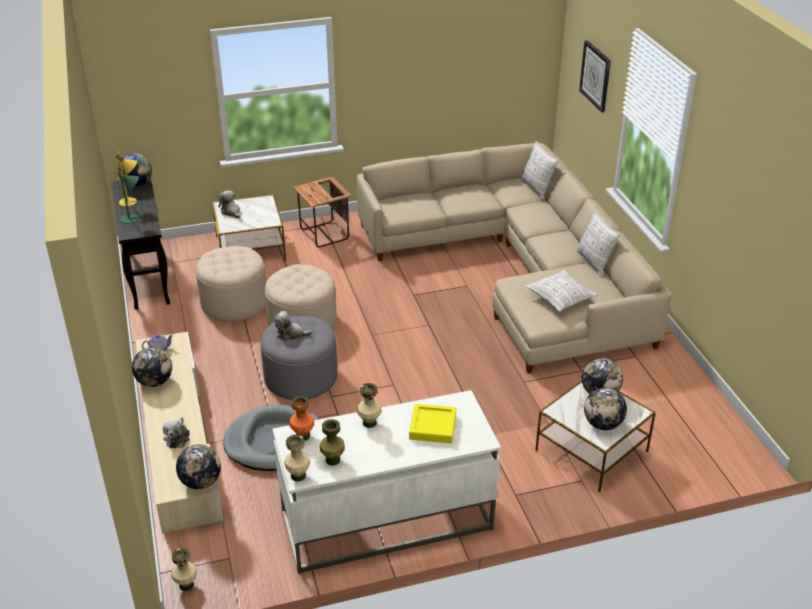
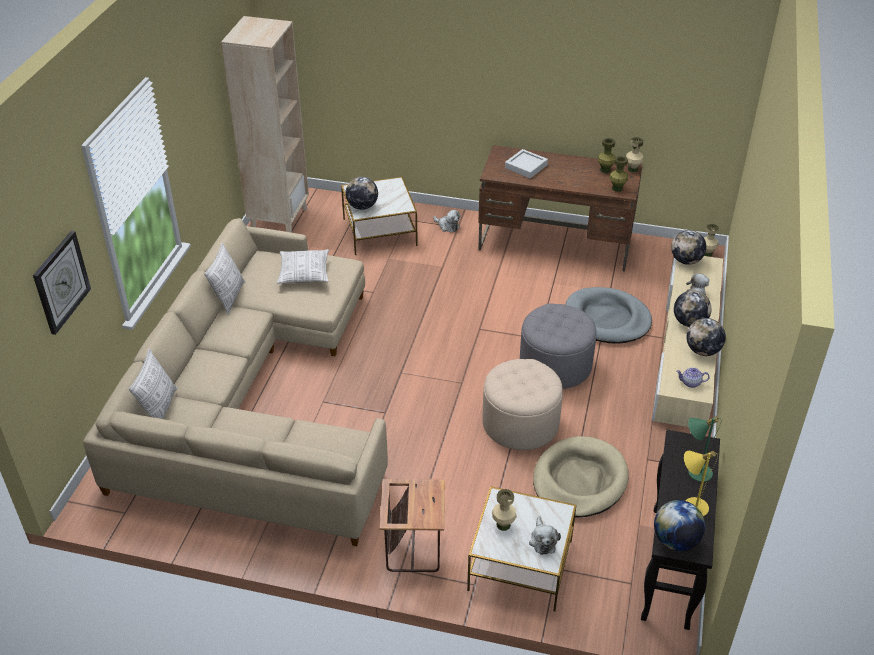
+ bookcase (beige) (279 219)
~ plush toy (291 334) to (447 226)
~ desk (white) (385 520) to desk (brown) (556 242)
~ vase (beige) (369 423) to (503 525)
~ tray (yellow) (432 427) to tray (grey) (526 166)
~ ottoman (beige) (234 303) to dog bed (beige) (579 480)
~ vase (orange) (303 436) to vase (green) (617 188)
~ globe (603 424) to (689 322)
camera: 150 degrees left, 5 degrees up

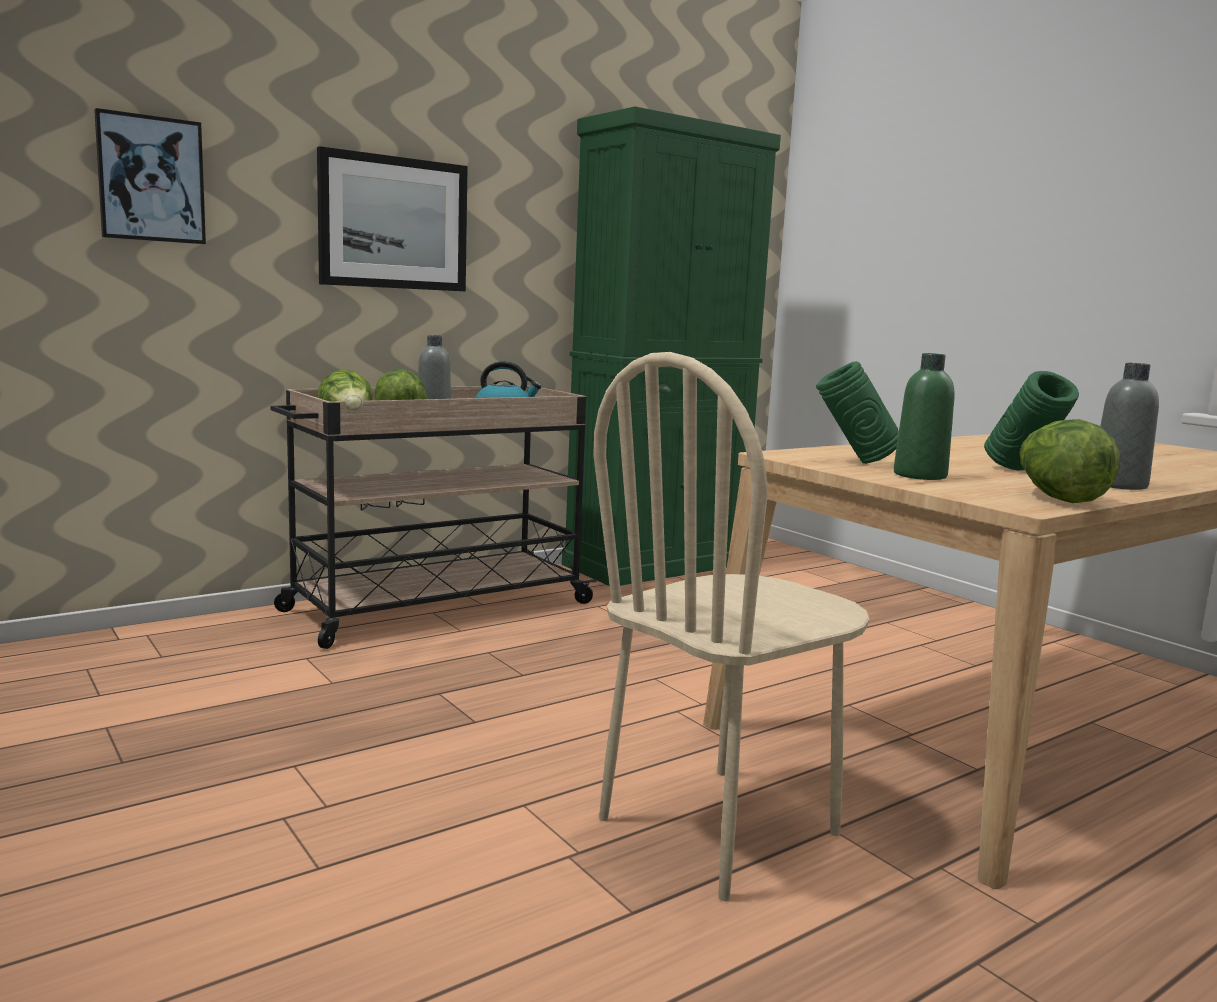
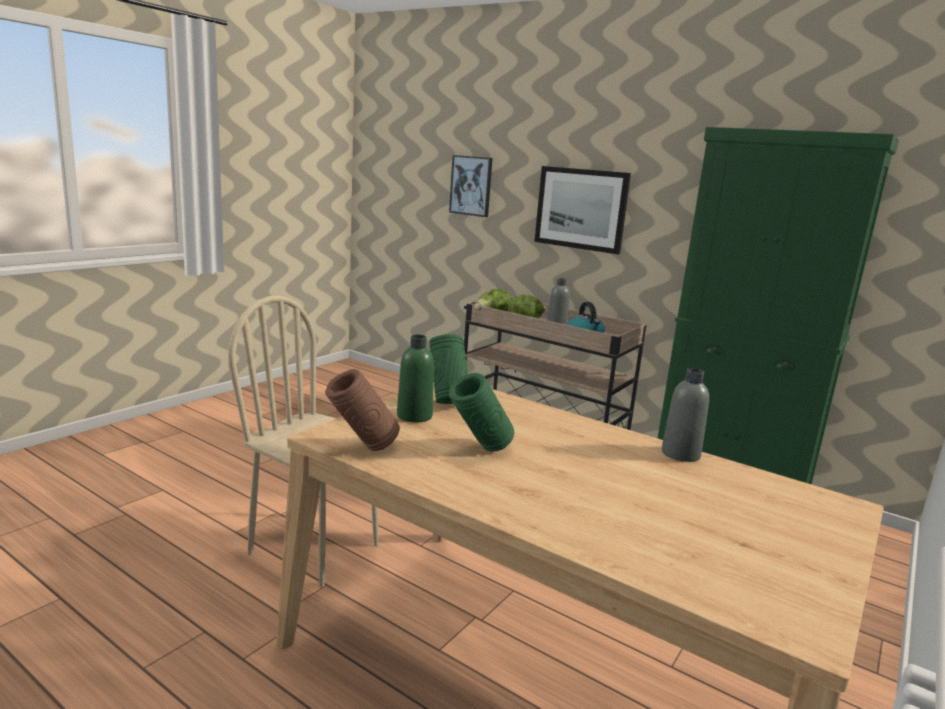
~ lettuce (1058 498) to vase (brown) (362 449)
~ bottle (grey) (1118 485) to (680 454)
camera: 70 degrees right, 5 degrees up

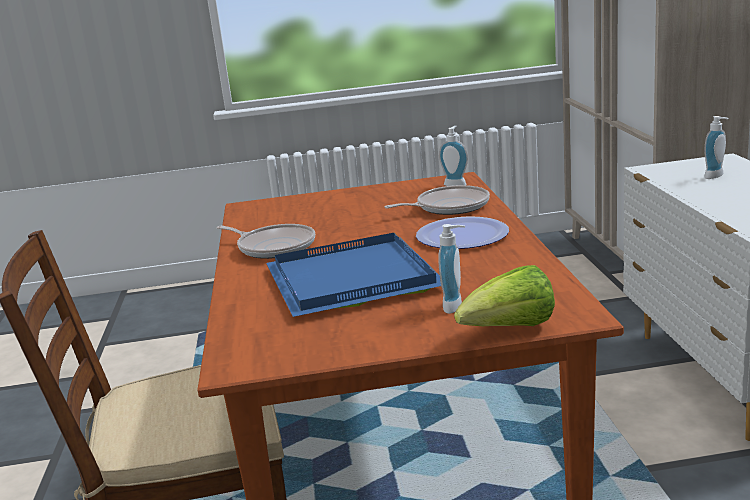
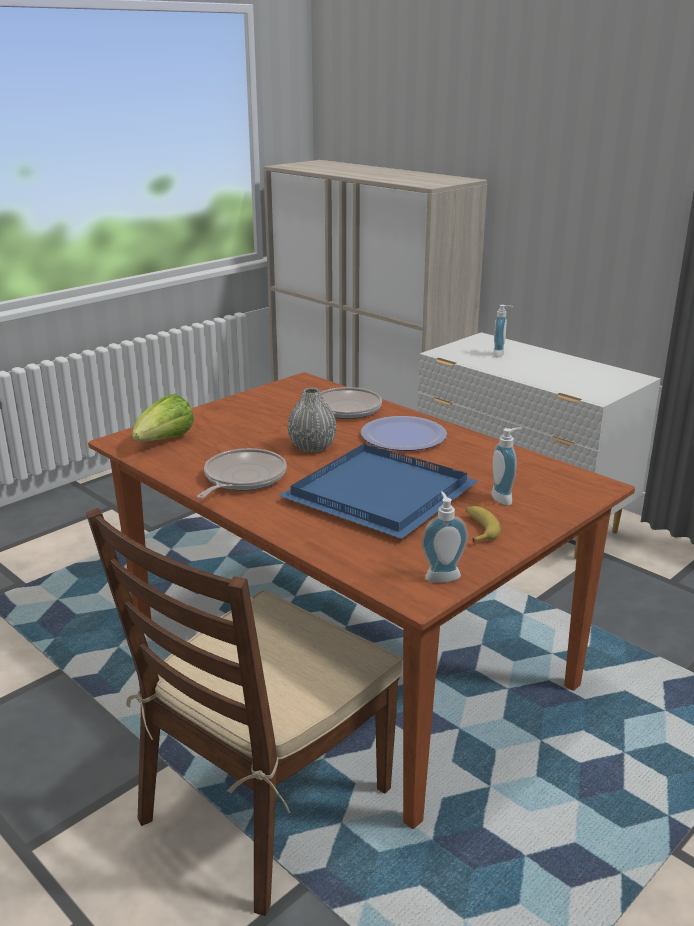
~ lettuce (510 329) to (164 441)
~ frying pan (274 247) = (242 478) 60 degrees counterclockwise
+ vase (grey) (312 447)
~ soap dispenser (456 184) to (441 575)
+ banana (478 529)
camera: 40 degrees left, 5 degrees up

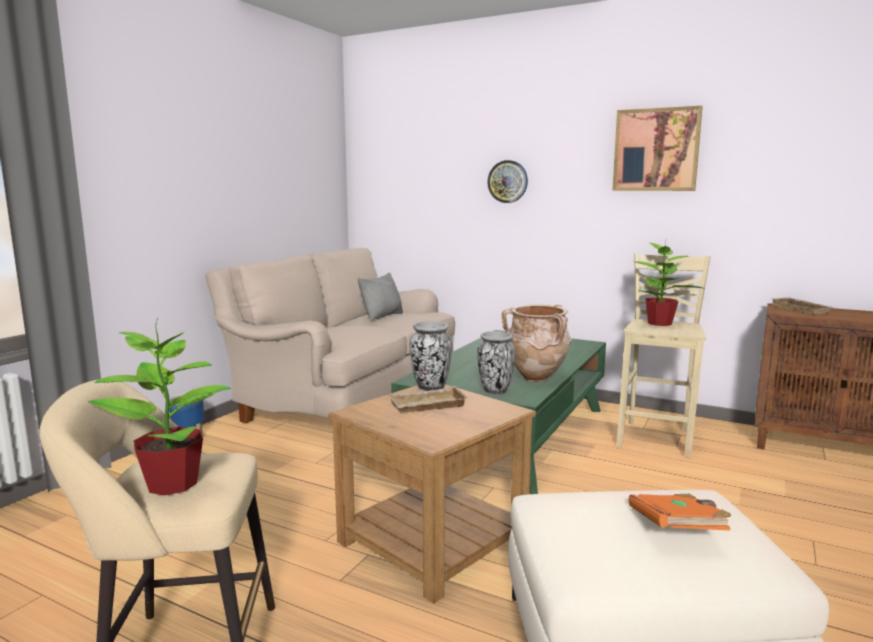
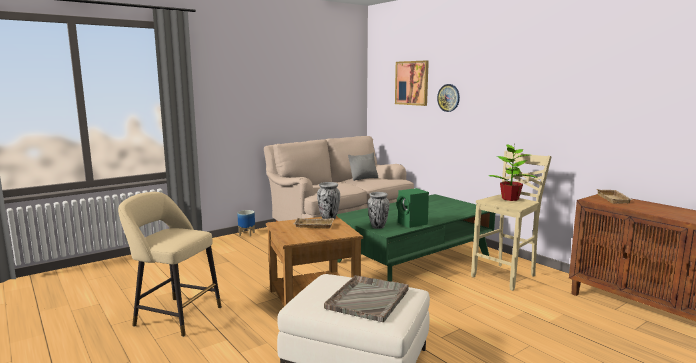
~ book (orange) (676 530) to tray (grey) (368 298)
~ picture (656 150) to (412 83)
~ vase (beige) (537 378) to speaker (green) (412 224)
- potted plant (174 484)
camera: 25 degrees right, 0 degrees up

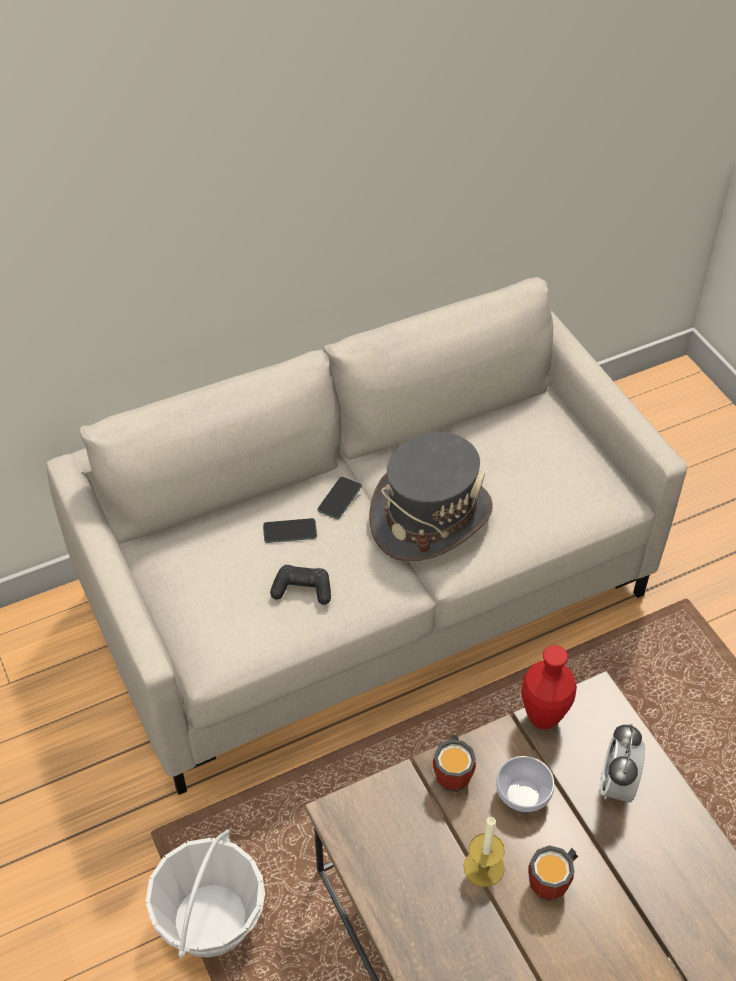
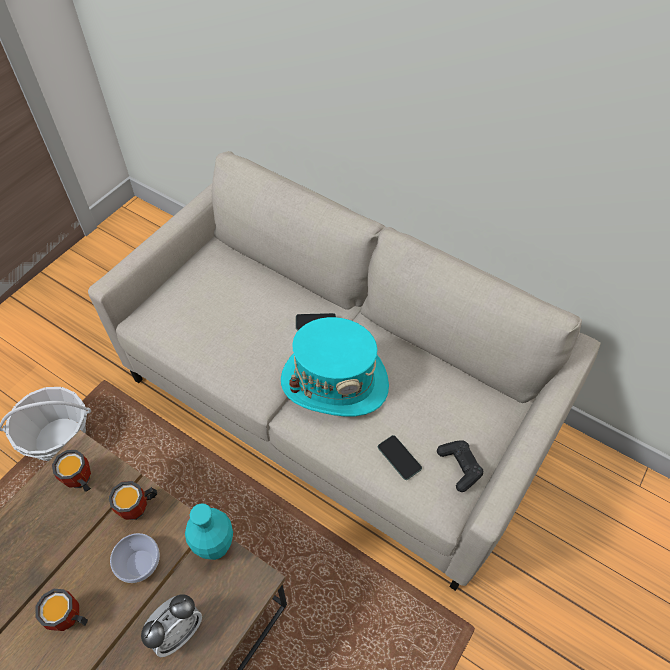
+ mug (80 482)
~ alarm clock (617 785) = (178 632) 150 degrees clockwise
~ vase (red) (543 718) to vase (turquoise) (216 548)
~ hat (grey) (430 516) to hat (turquoise) (334 382)
~ phone (290 531) to (399 457)
~ game controller (black) (302 590) to (459 467)
- candle (484 867)
camera: 60 degrees right, 5 degrees up

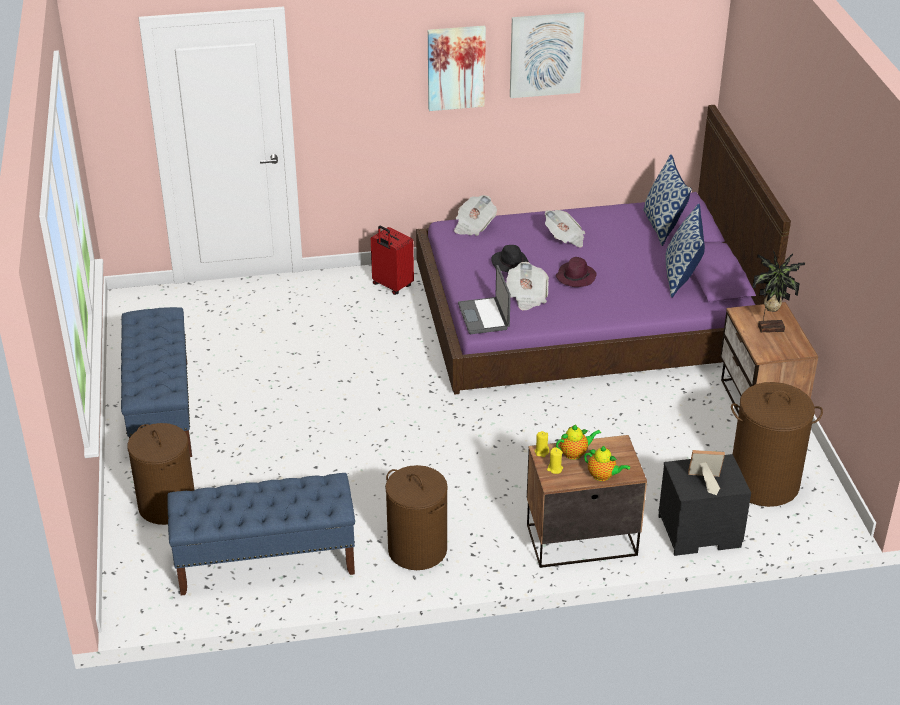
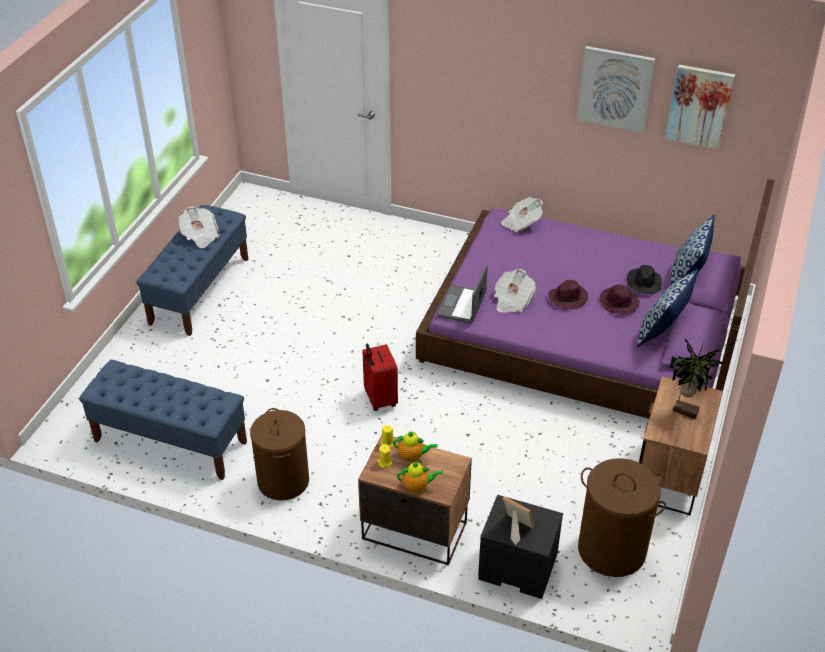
~ newspaper (565 238) to (200 236)
~ suitcase (red) (391 286) to (379 399)
~ teapot (603 476) = (417 486) 60 degrees counterclockwise
+ hat (purple) (619 303)
~ hat (black) (510 264) to (643 283)
~ picture (456 67) to (699 106)
- laundry basket (brown) (167 505)
camera: 30 degrees right, 5 degrees up

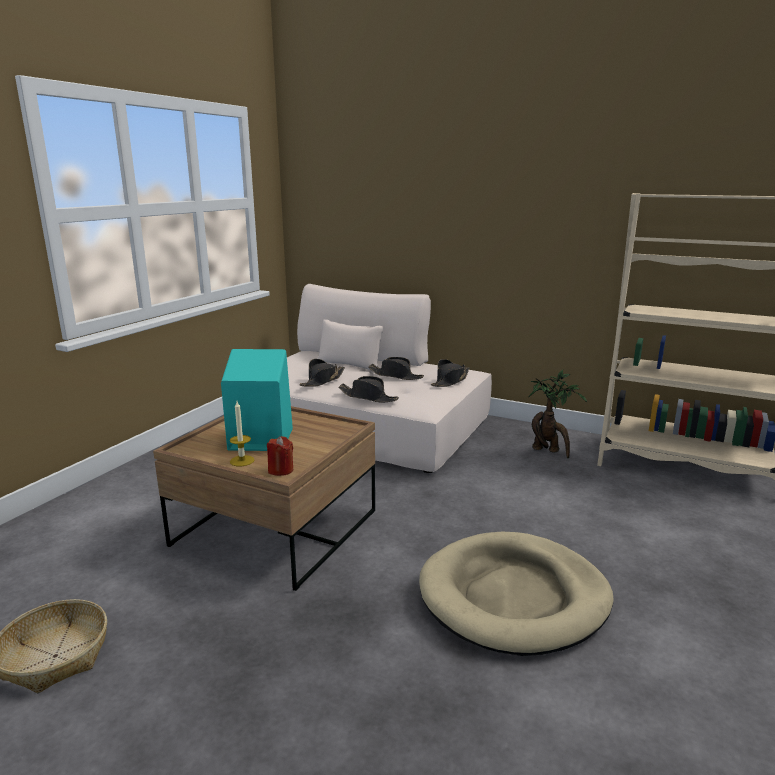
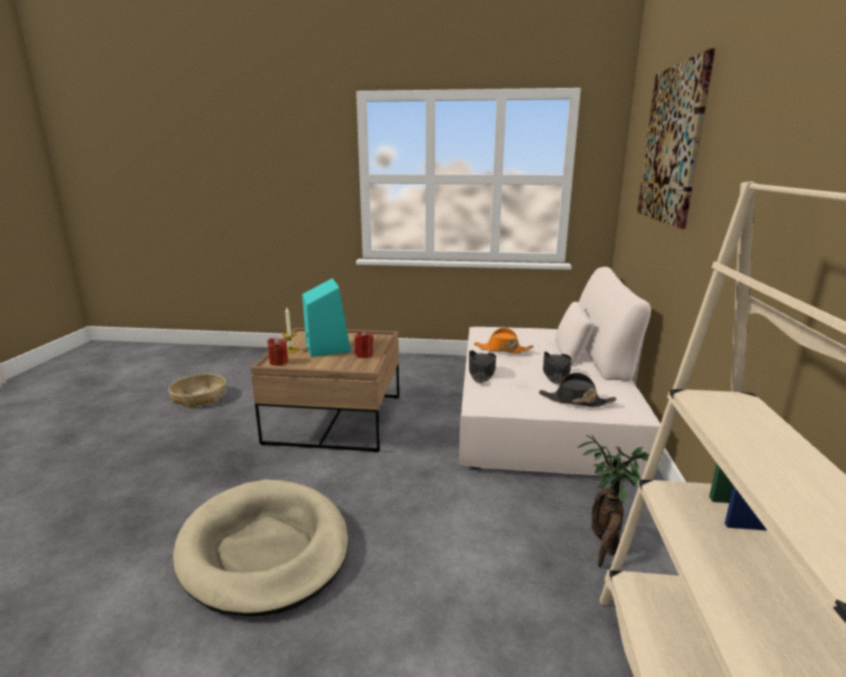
+ candle (red) (364 355)
~ hat (black) (322 380) to hat (orange) (502 349)
+ picture (672 145)
camera: 70 degrees right, 0 degrees up

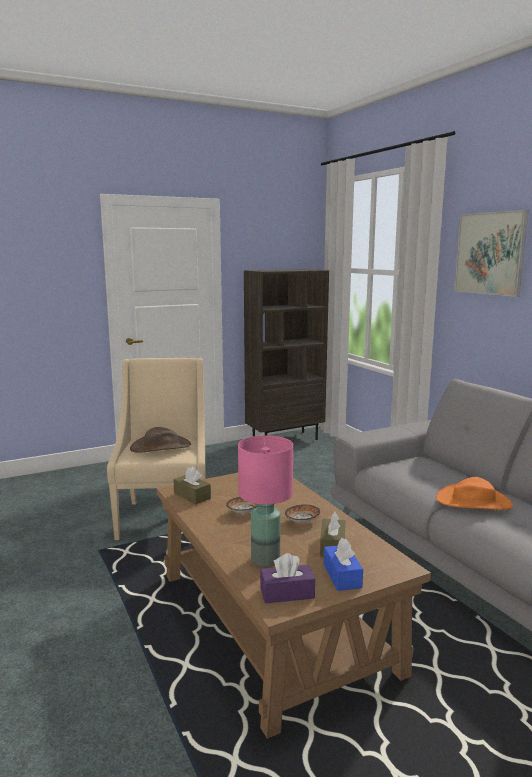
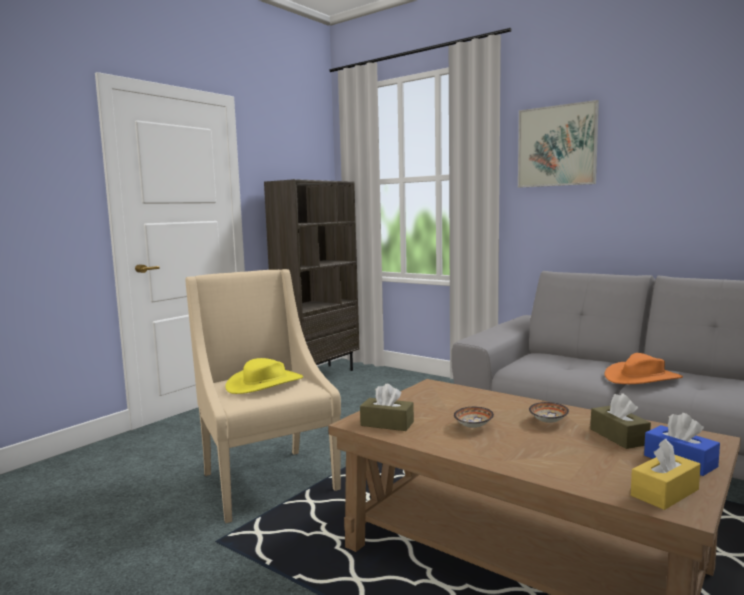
~ hat (brown) (160 447) to hat (yellow) (265 383)
~ tissue box (purple) (287 593) to tissue box (yellow) (664 492)
- table lamp (pink) (266 560)
camera: 25 degrees left, 5 degrees down

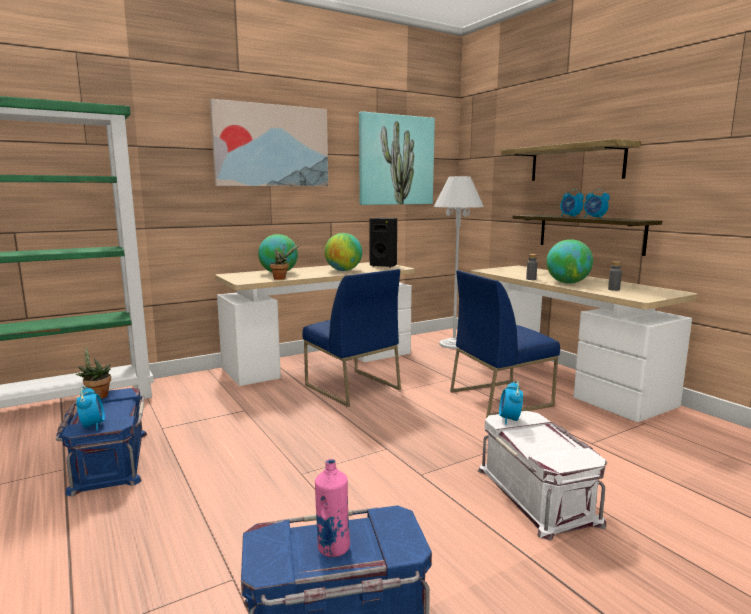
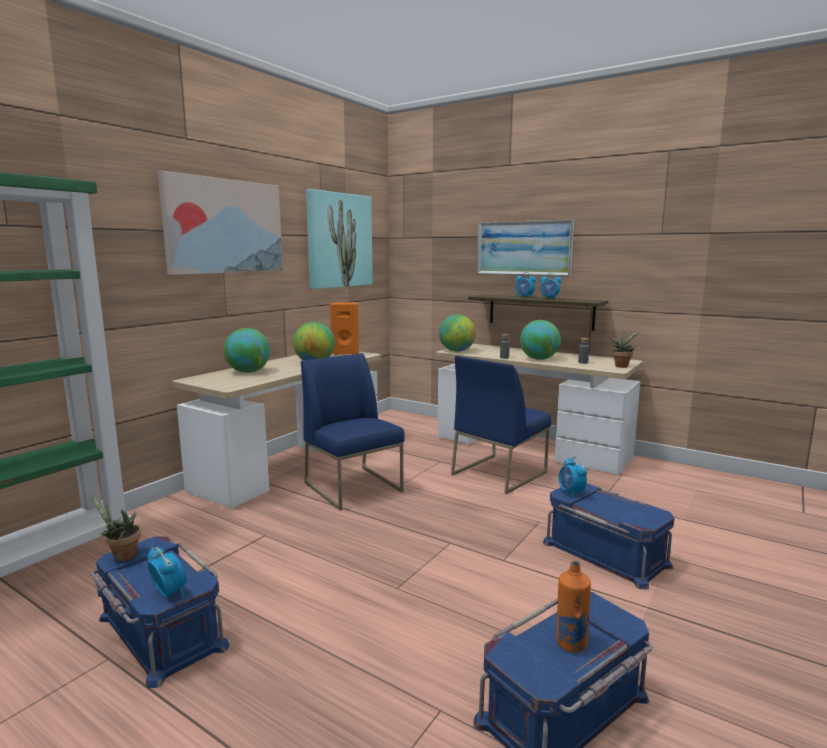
~ chair (blue) (351 387) = (354 487) 150 degrees counterclockwise
~ speaker (black) (384 266) to speaker (orange) (346 353)
+ globe (457 351)
~ shelf (576 163) to picture (523 248)
~ storage box (white) (538 494) to storage box (blue) (606 553)
~ bottle (pink) (333 548) to bottle (orange) (570 644)
~ potted plant (281 278) to (622 366)
- floor lamp (white) (454 344)
camera: 25 degrees left, 0 degrees up

